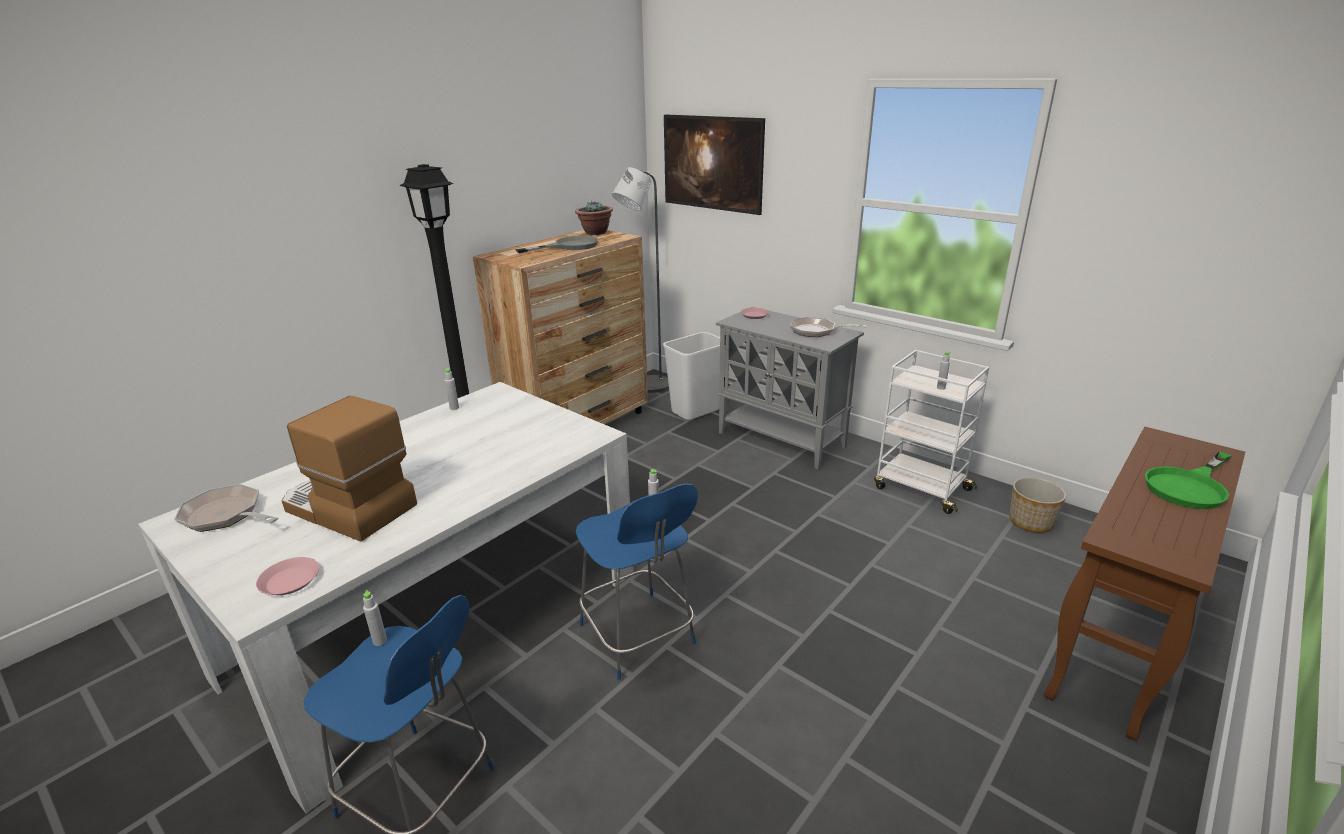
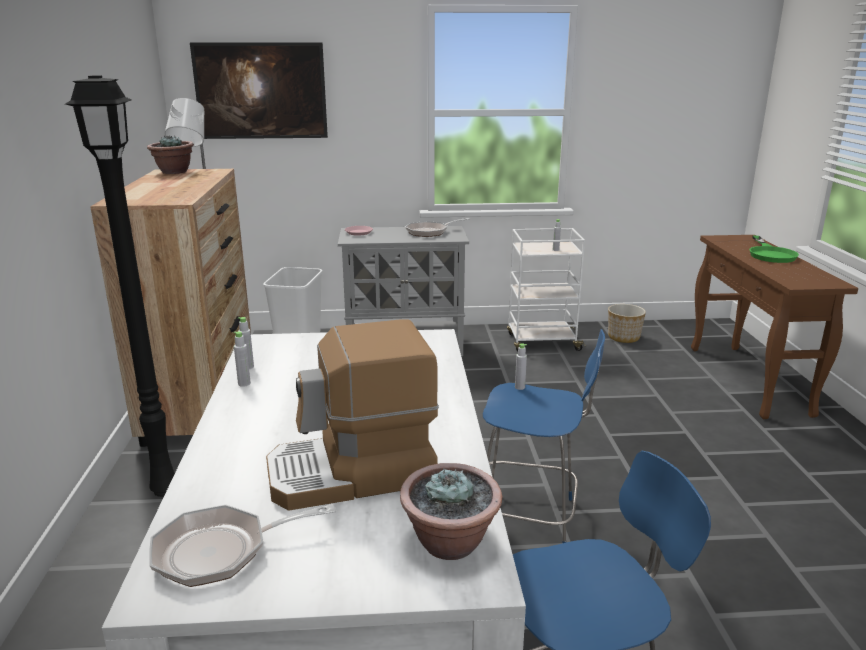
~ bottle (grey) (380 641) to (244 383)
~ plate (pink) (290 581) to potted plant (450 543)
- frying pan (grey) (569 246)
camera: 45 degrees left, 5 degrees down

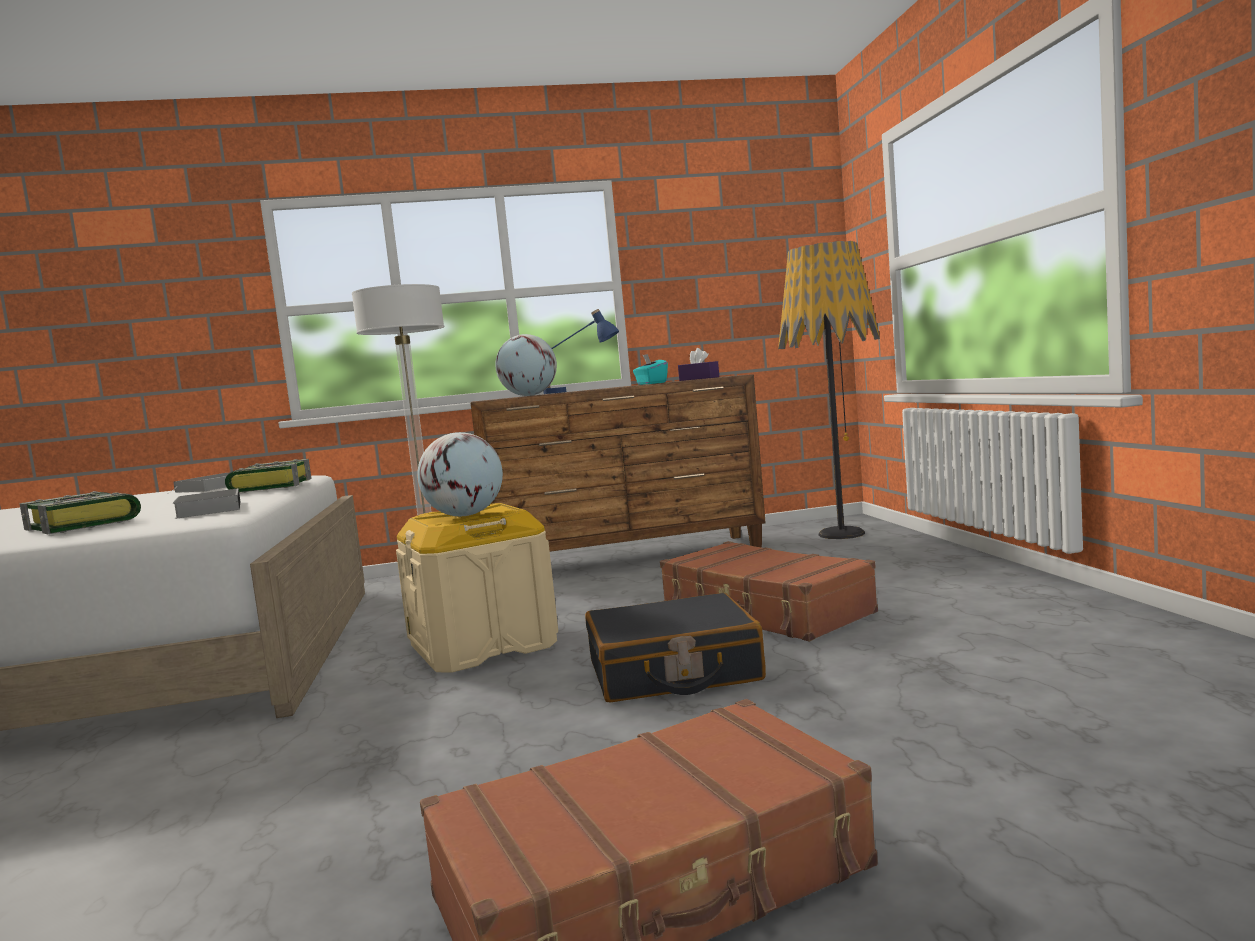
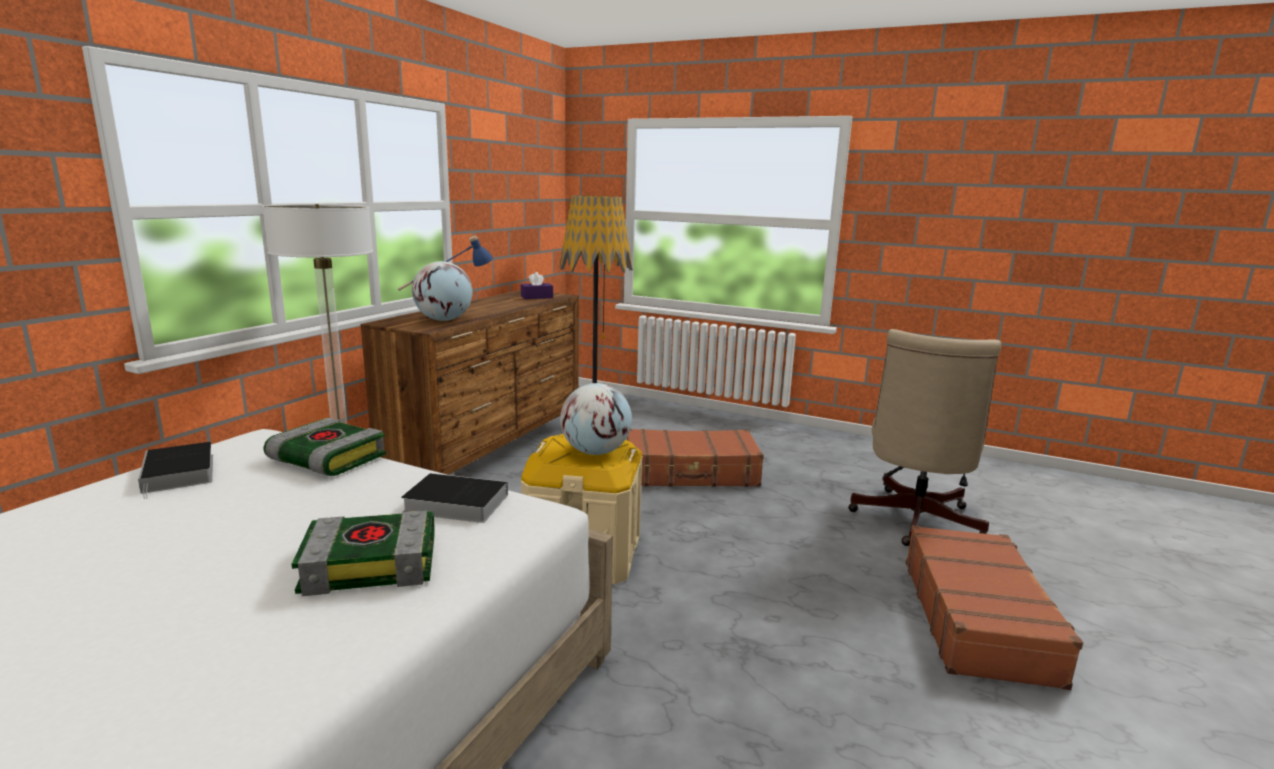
+ office chair (beige) (913 522)
- suitcase (black) (673 672)
- tissue box (turquoise) (651 383)
camera: 55 degrees left, 10 degrees up

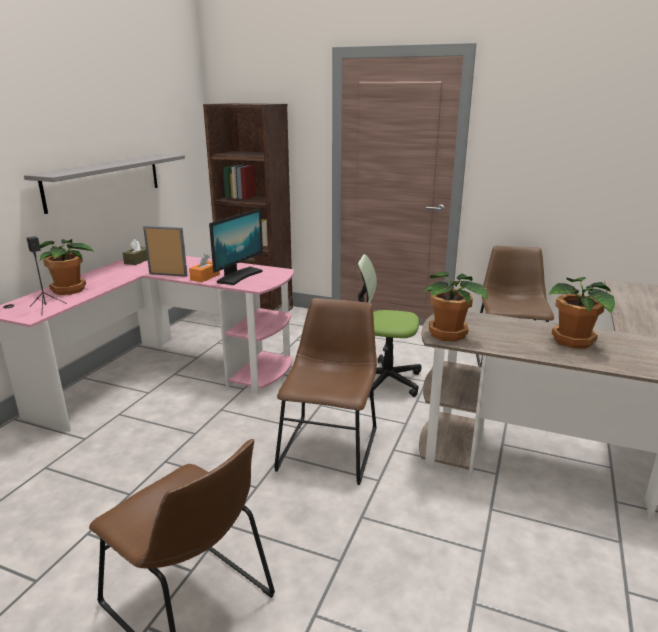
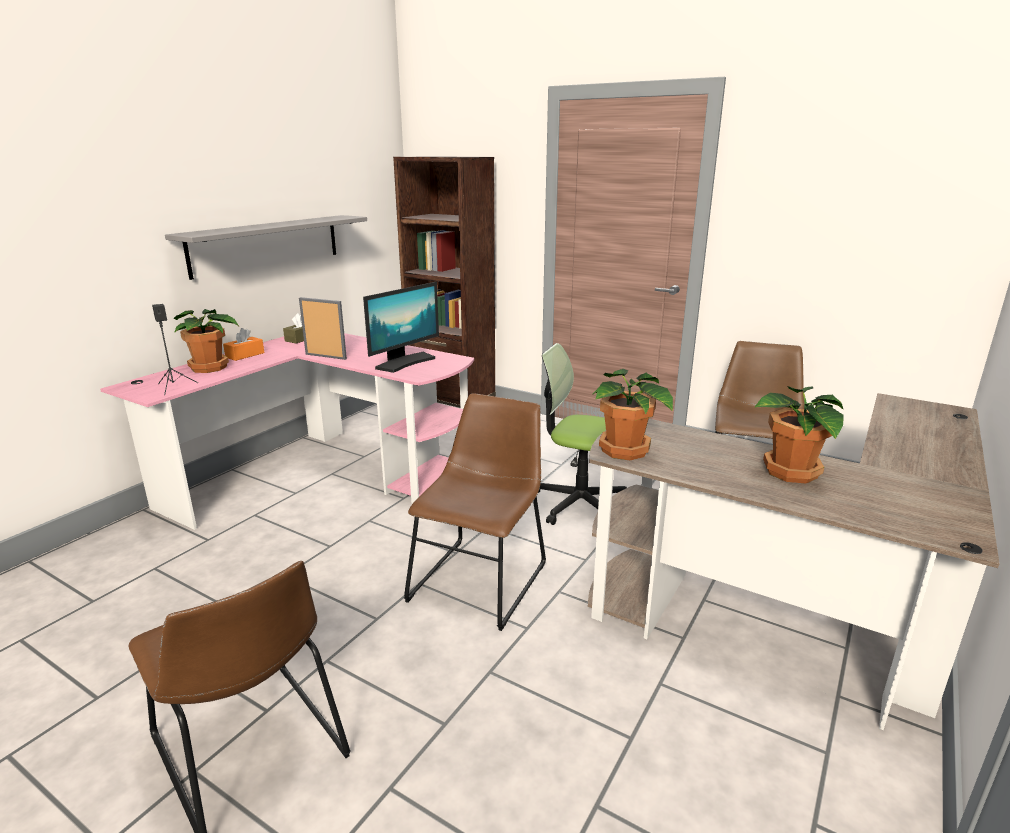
~ tissue box (orange) (205 277) to (245 355)
camera: 10 degrees right, 0 degrees up

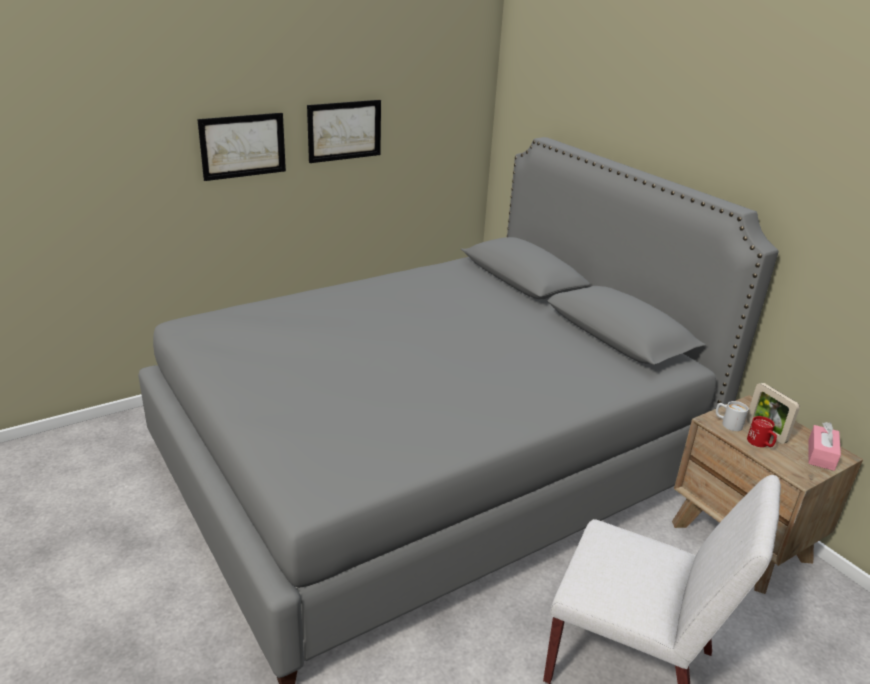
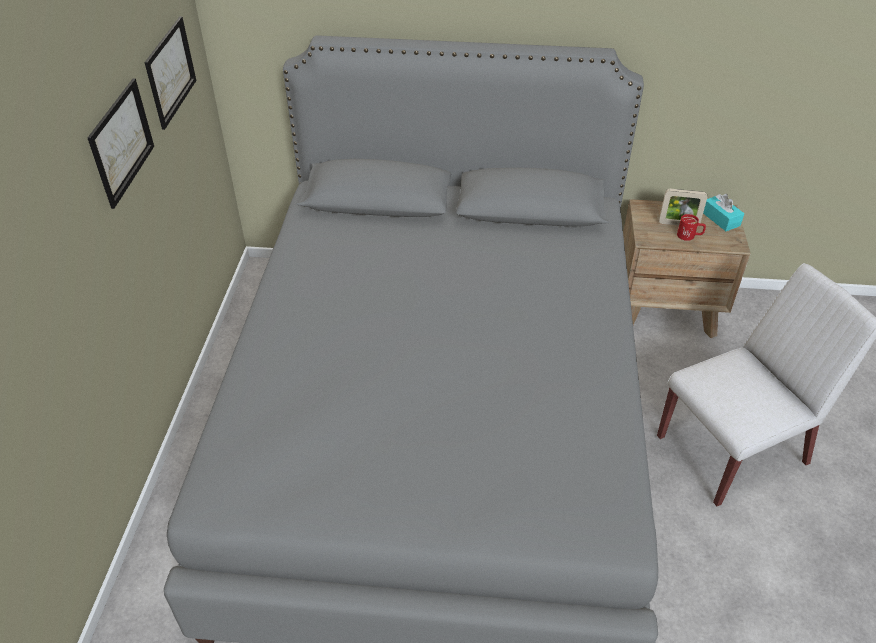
~ picture (243 146) to (170 72)
~ tissue box (pink) (821 455) to tissue box (turquoise) (720 219)
- mug (white) (727 423)
camera: 50 degrees left, 15 degrees up

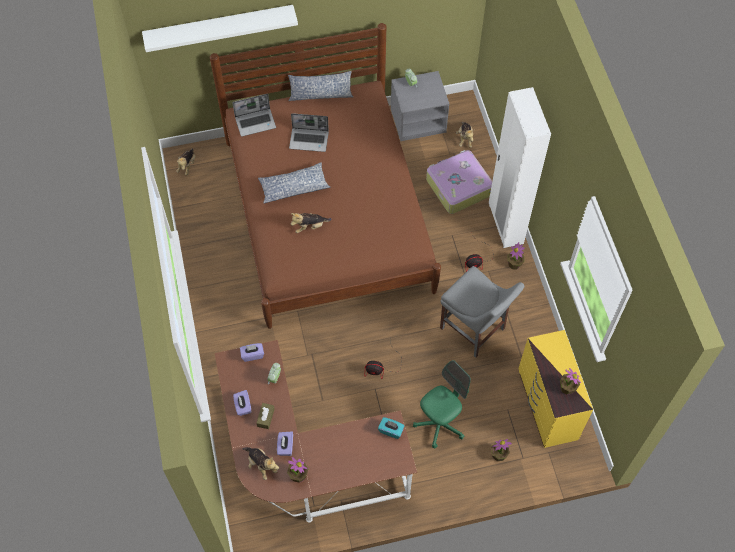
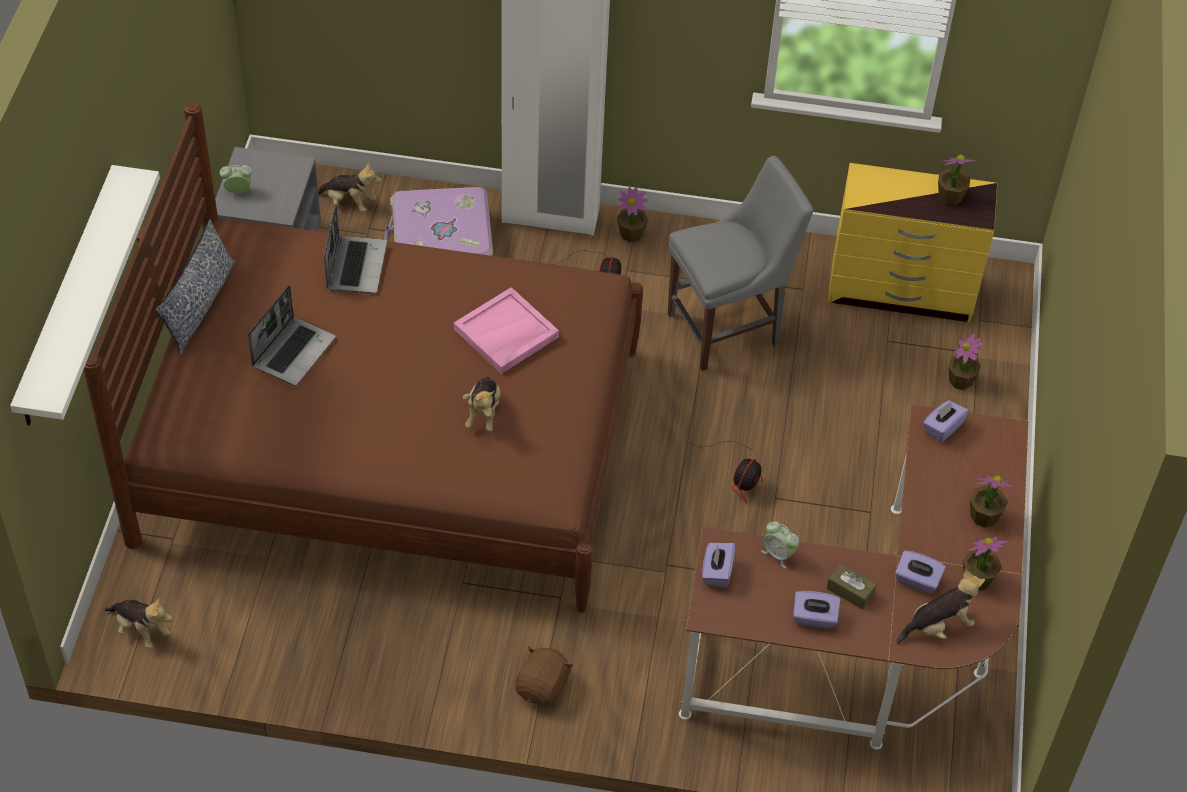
~ laptop (256 122) to (355 265)
+ tray (pink) (506 334)
+ plush toy (brown) (543 687)
~ tissue box (turquoise) (391 430) to tissue box (purple) (942 428)
+ potted plant (983 516)
- pillow (293 187)
- office chair (green) (439 424)
camera: 70 degrees left, 10 degrees down

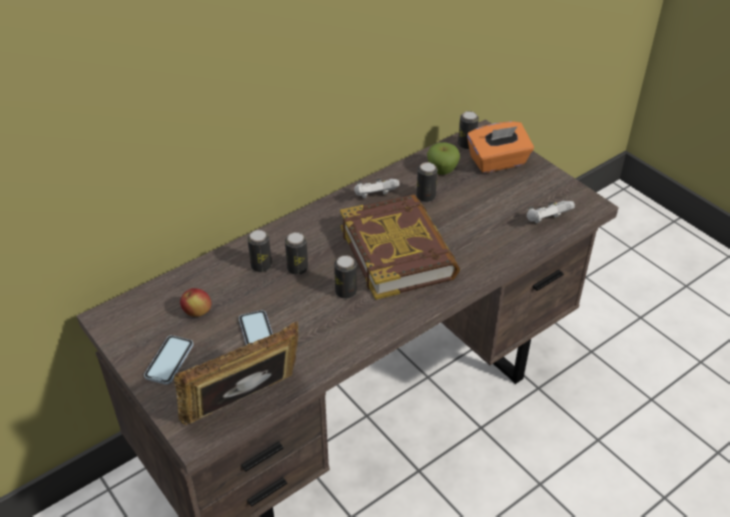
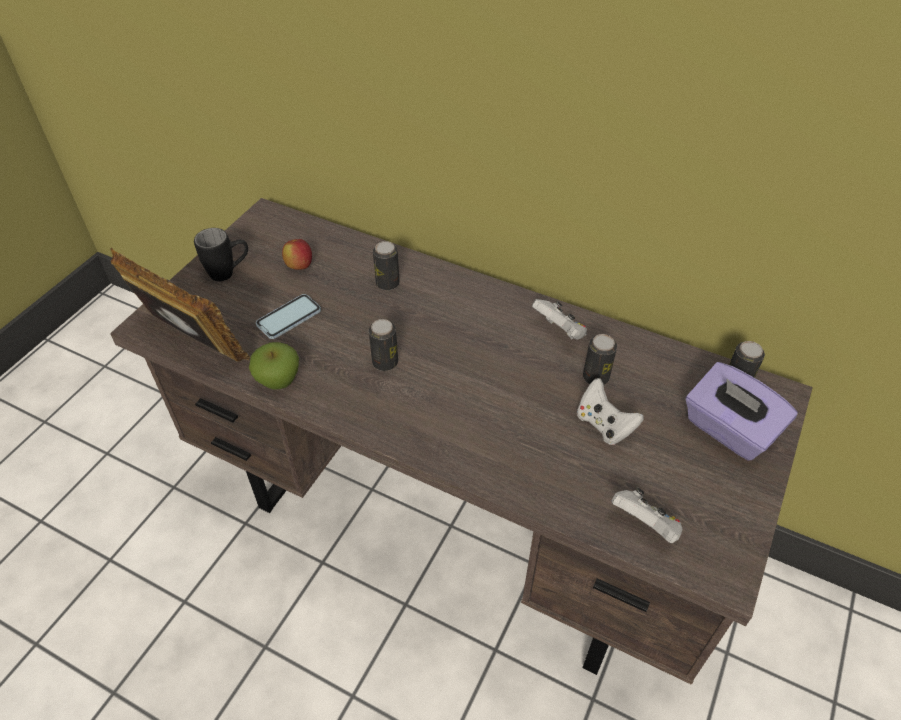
~ phone (169 361) to mug (black) (229 273)
~ apple (442 171) to (278 381)
+ game controller (white) (604 424)
~ tissue box (orange) (498 162) to tissue box (purple) (728 430)
- can (297 268)
- book (398 252)
camera: 65 degrees right, 5 degrees up

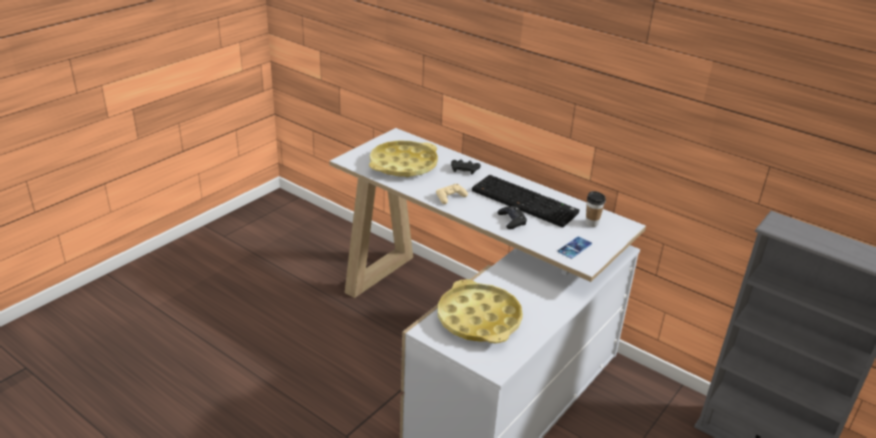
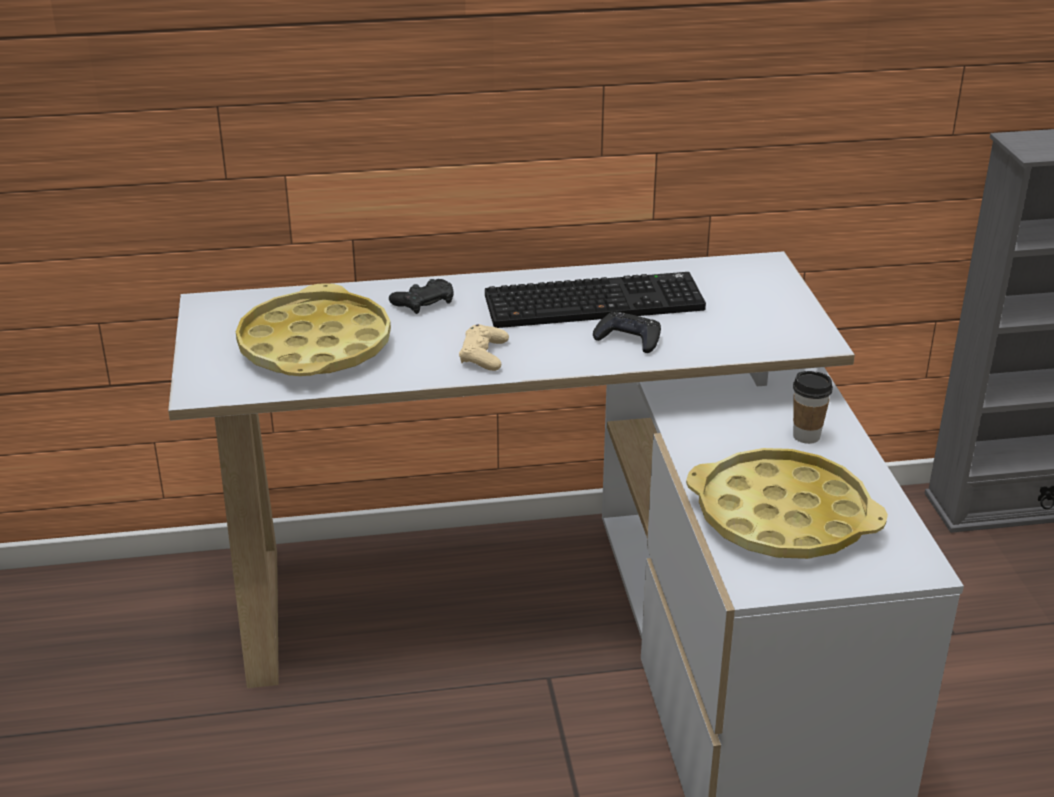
~ cup (591 223) to (806 436)
- phone (574 248)
camera: 45 degrees left, 0 degrees up

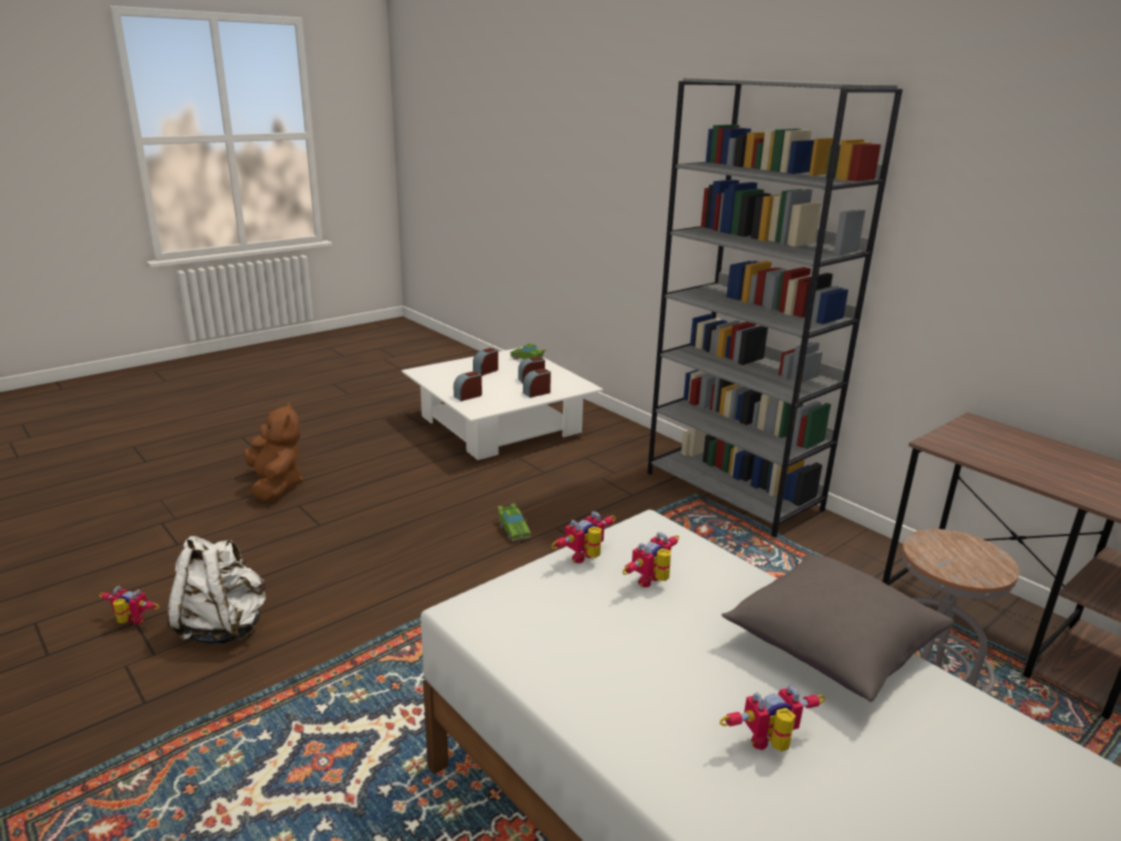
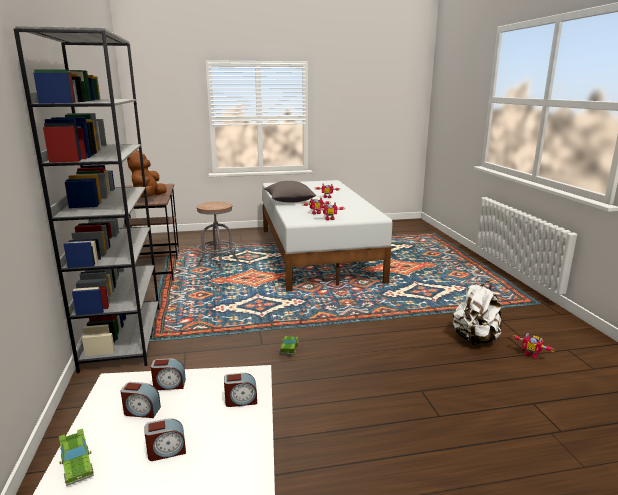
~ plush toy (brown) (276 486) to (148 198)
camera: 150 degrees left, 5 degrees down

